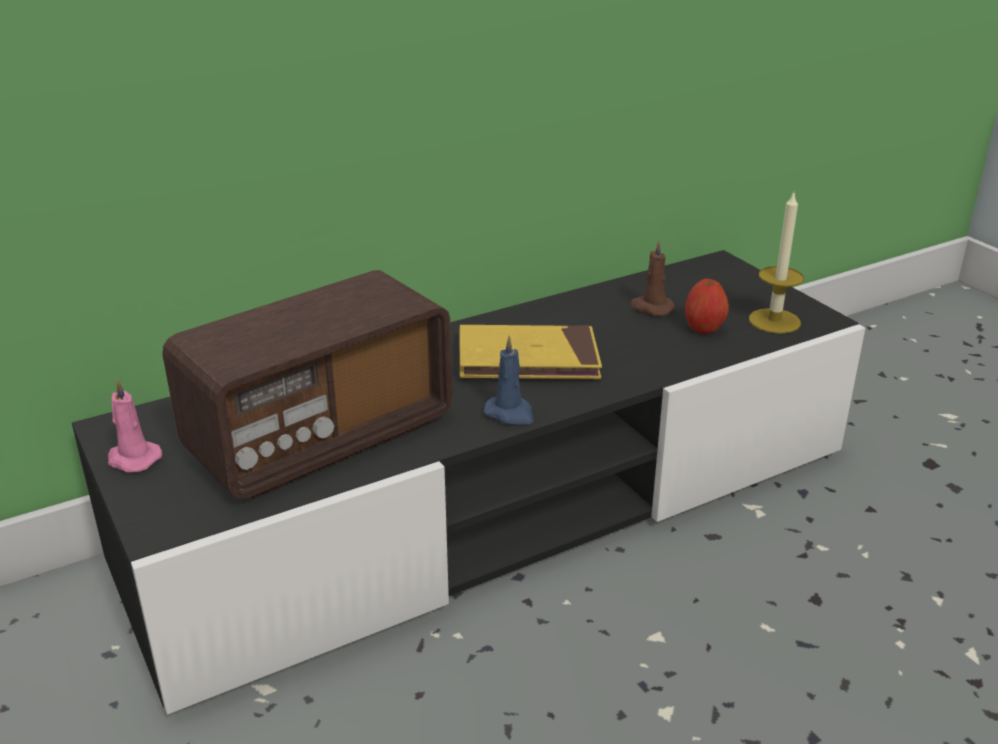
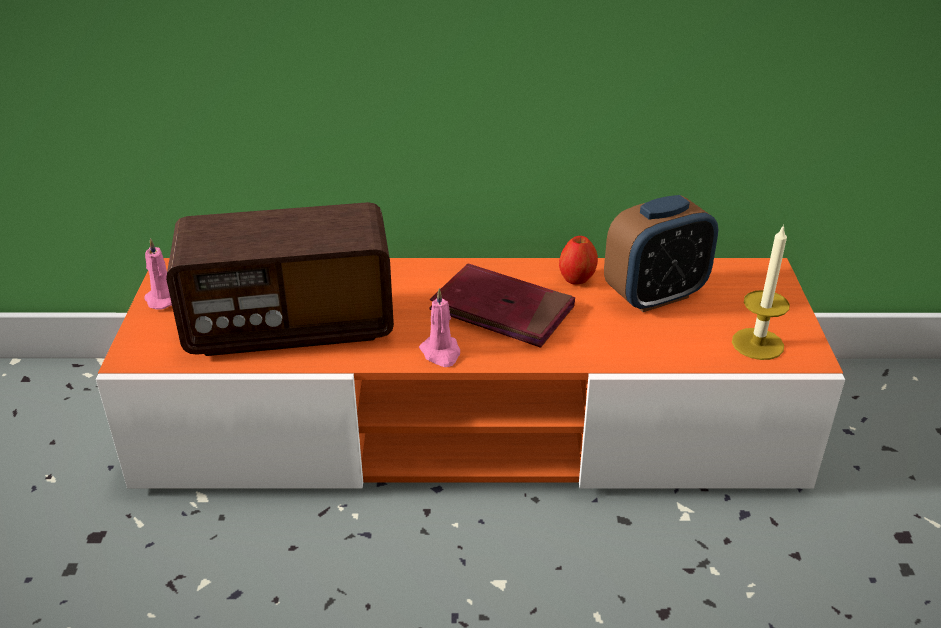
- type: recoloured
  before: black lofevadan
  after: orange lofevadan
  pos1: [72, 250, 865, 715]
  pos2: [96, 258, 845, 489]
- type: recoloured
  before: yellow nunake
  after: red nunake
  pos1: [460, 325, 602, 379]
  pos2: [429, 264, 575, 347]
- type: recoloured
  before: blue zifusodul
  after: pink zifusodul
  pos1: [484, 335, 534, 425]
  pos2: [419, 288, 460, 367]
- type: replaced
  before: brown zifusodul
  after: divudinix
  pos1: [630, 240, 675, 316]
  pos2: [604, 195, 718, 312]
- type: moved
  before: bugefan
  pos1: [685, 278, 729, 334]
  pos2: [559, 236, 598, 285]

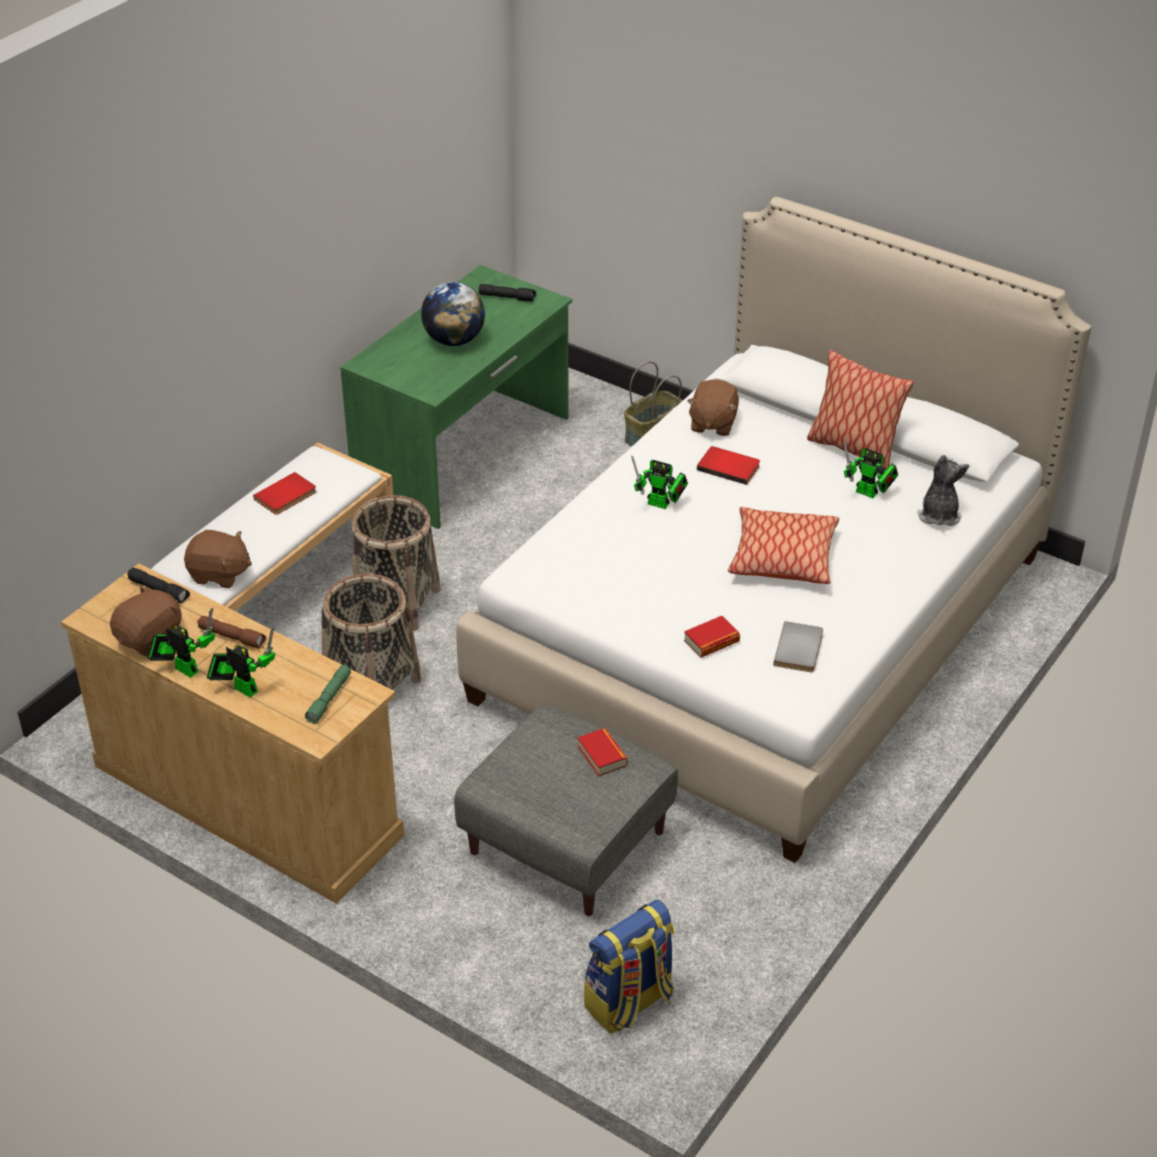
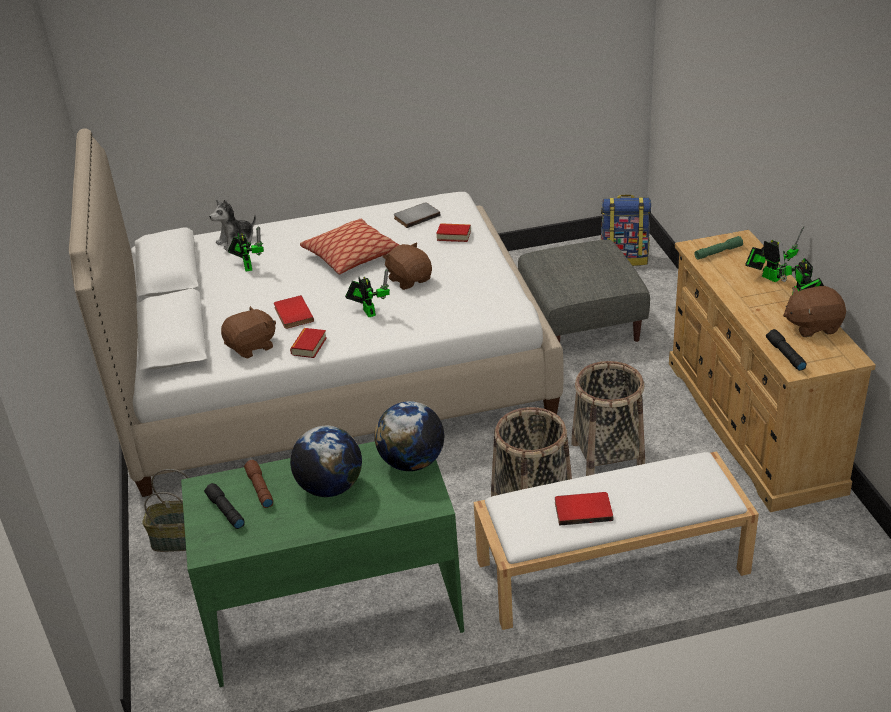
- type: moved
  before: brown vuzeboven
  pos1: [184, 530, 252, 588]
  pos2: [383, 242, 432, 290]
- type: moved
  before: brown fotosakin
  pos1: [197, 616, 266, 649]
  pos2: [244, 460, 273, 508]
- type: turned
  before: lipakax
  pos1: [207, 627, 275, 697]
  pos2: [745, 226, 804, 282]
  turn: 150
- type: moved
  before: nunake
  pos1: [577, 728, 628, 776]
  pos2: [290, 328, 327, 358]
- type: removed
  before: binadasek
  pos1: [807, 350, 913, 470]
- type: added
  after: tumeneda
  pos2: [374, 401, 444, 471]

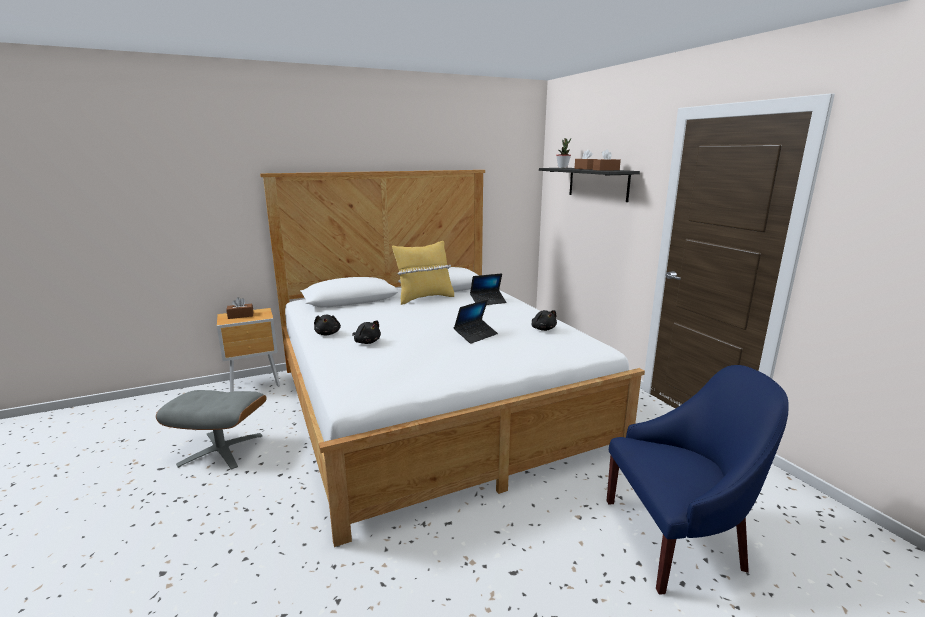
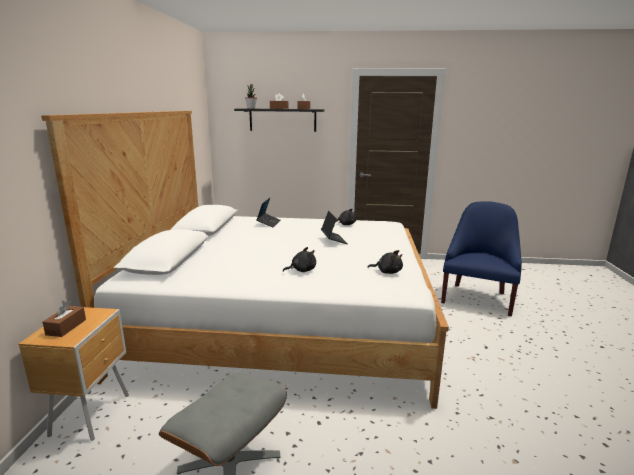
- type: moved
  before: black vuzeboven
  pos1: [314, 315, 341, 336]
  pos2: [368, 250, 403, 274]
- type: removed
  before: yellow binadasek
  pos1: [392, 241, 454, 305]

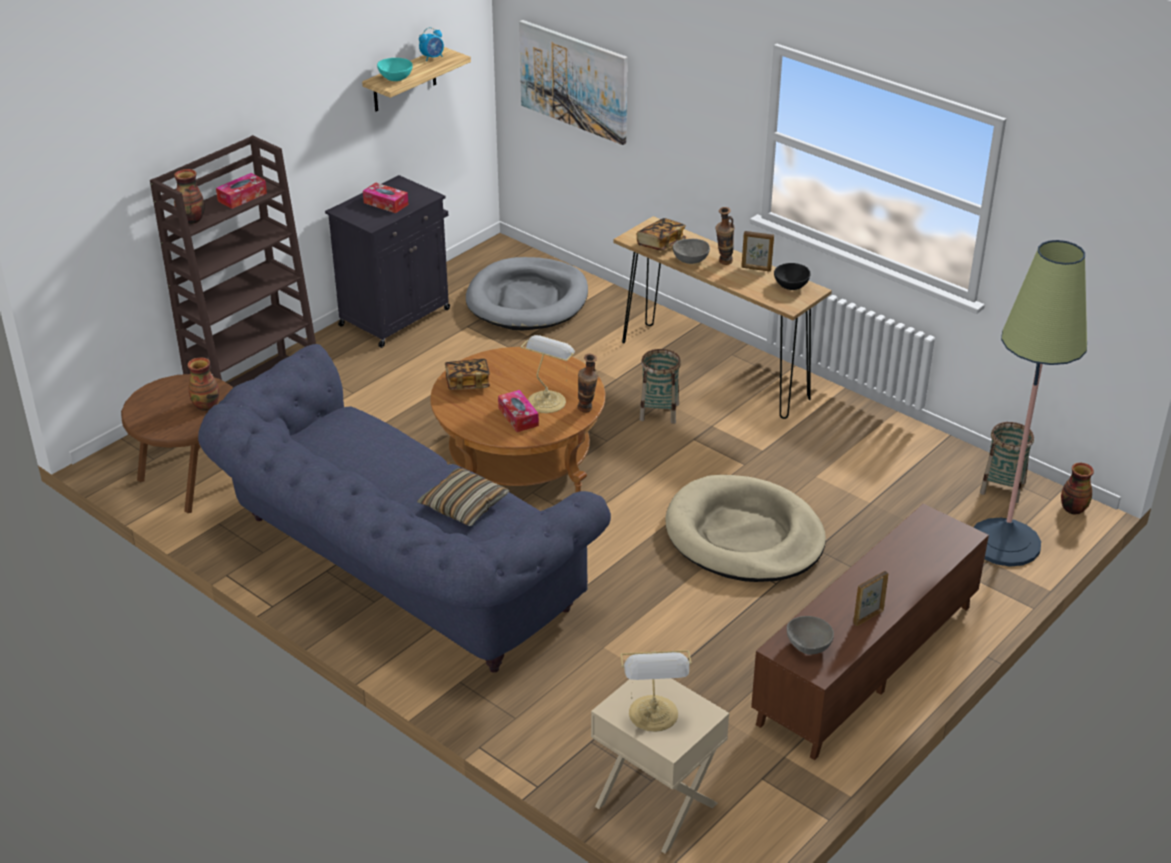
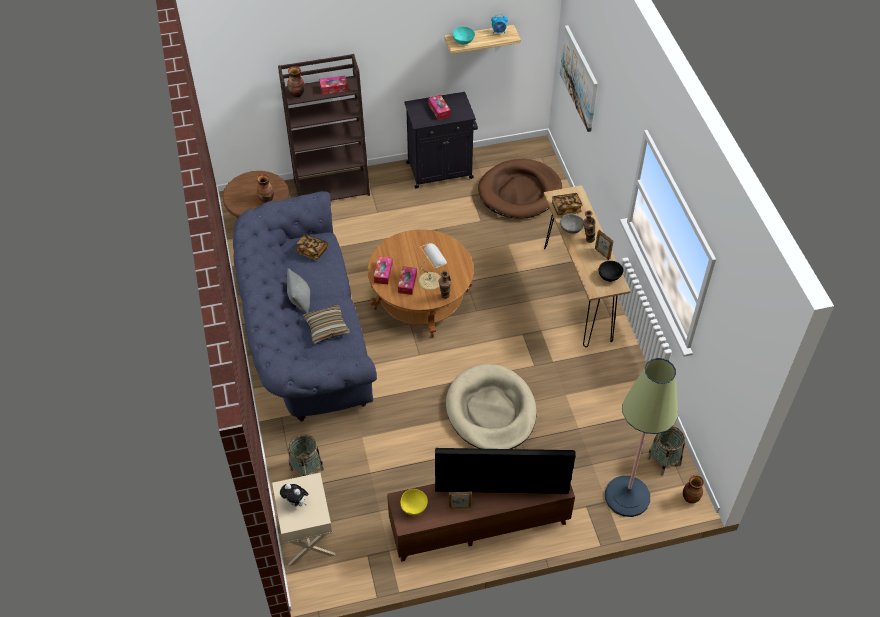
- type: moved
  before: nunake
  pos1: [445, 359, 490, 390]
  pos2: [295, 234, 328, 260]
- type: recoloured
  before: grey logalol
  after: brown logalol
  pos1: [466, 257, 588, 331]
  pos2: [478, 159, 562, 219]
- type: replaced
  before: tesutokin
  after: vuzeboven
  pos1: [620, 650, 692, 732]
  pos2: [280, 484, 308, 507]
- type: moved
  before: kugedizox
  pos1: [639, 349, 681, 424]
  pos2: [288, 434, 324, 476]
- type: recoloured
  before: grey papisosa
  after: yellow papisosa
  pos1: [787, 616, 834, 655]
  pos2: [400, 489, 428, 515]
- type: added
  after: grey binadasek
  pos2: [287, 268, 310, 313]
- type: added
  after: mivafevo
  pos2: [374, 256, 393, 284]
- type: added
  after: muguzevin
  pos2: [435, 448, 575, 494]

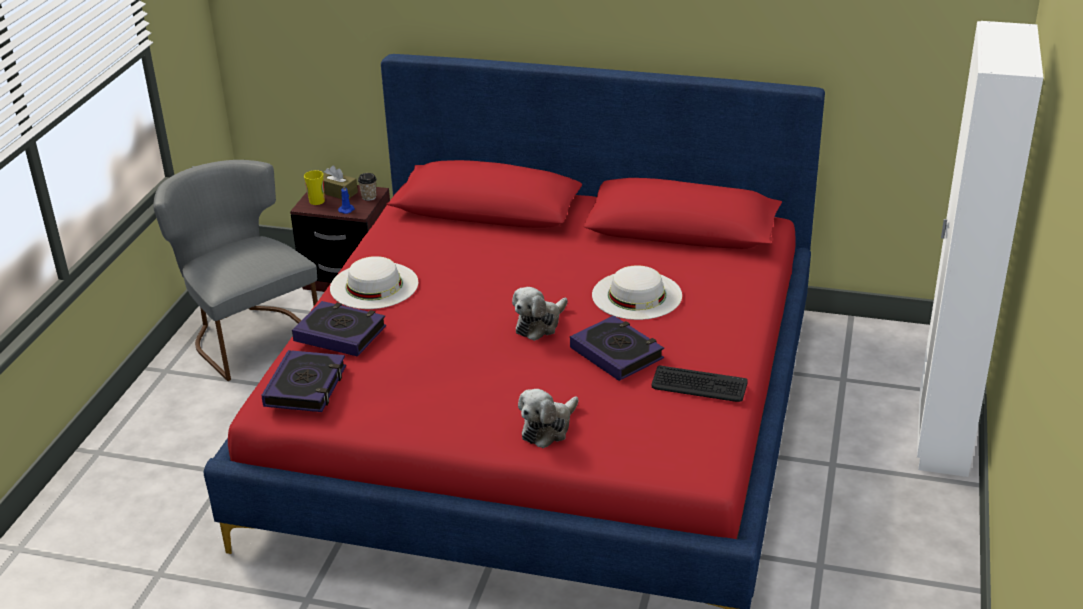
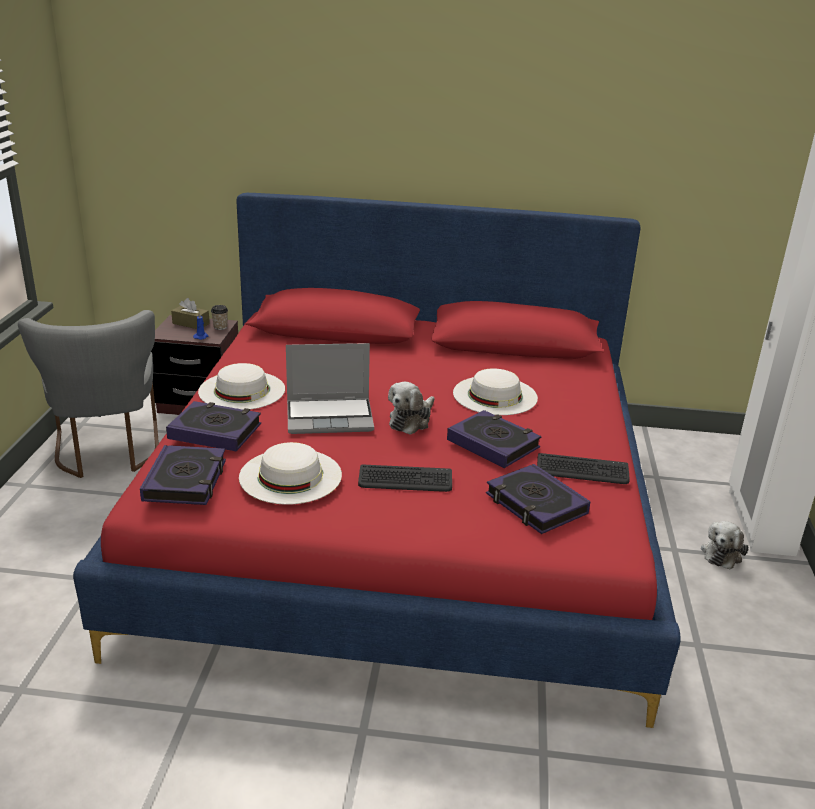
- type: turned
  before: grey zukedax
  pos1: [153, 160, 318, 381]
  pos2: [18, 310, 159, 478]
  turn: -150
- type: removed
  before: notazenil
  pos1: [304, 170, 325, 205]
- type: moved
  before: vuzeboven
  pos1: [518, 389, 578, 448]
  pos2: [701, 521, 749, 570]
- type: added
  after: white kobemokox
  pos2: [239, 442, 342, 505]
- type: added
  after: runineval
  pos2: [286, 343, 374, 434]
- type: added
  after: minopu
  pos2: [358, 465, 452, 492]
- type: added
  after: nunake
  pos2: [486, 464, 590, 534]

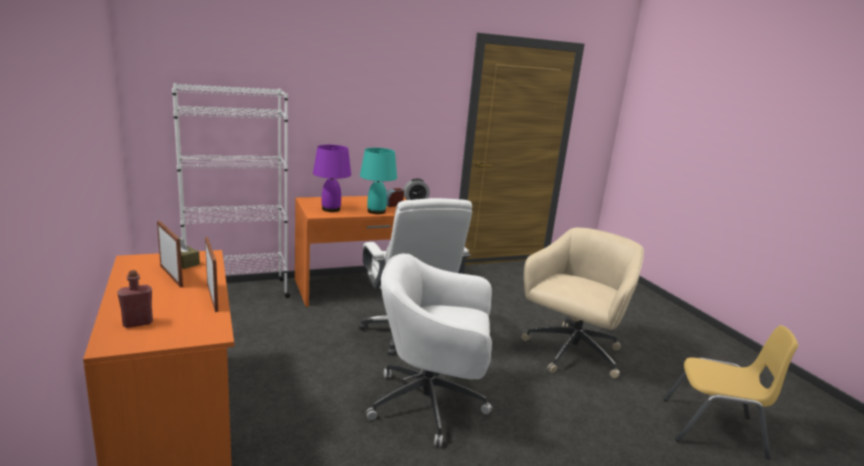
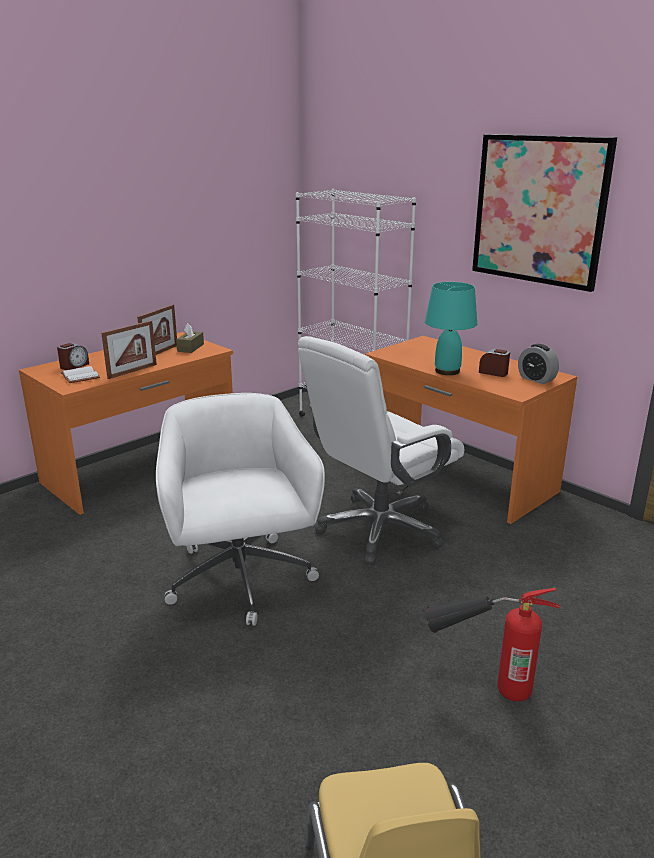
- type: replaced
  before: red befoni
  after: divudinix
  pos1: [117, 270, 153, 328]
  pos2: [57, 343, 89, 370]
- type: removed
  before: purple tesutokin
  pos1: [313, 145, 351, 212]
- type: replaced
  before: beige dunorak
  after: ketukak
  pos1: [521, 228, 644, 378]
  pos2: [425, 588, 559, 702]
- type: added
  after: white nunake
  pos2: [61, 366, 100, 383]
- type: added
  after: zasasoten
  pos2: [472, 134, 617, 292]

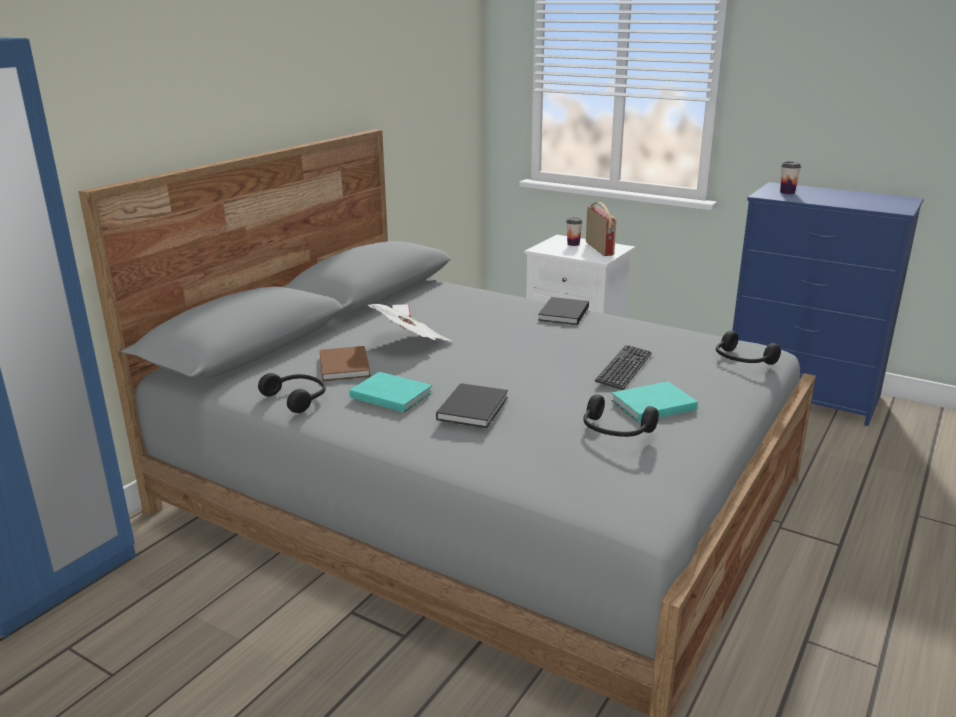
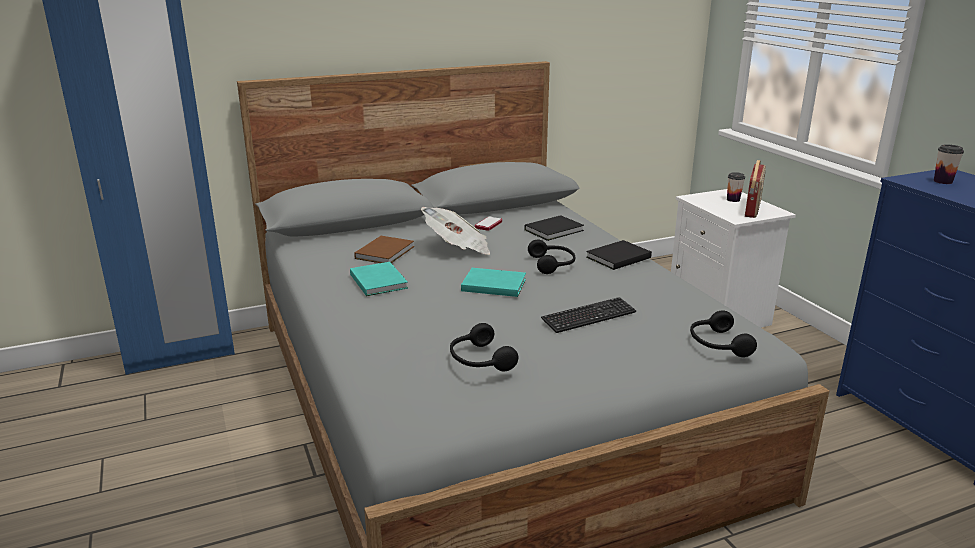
- type: moved
  before: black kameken
  pos1: [258, 373, 326, 413]
  pos2: [528, 240, 575, 274]
- type: moved
  before: black nunake
  pos1: [436, 383, 508, 428]
  pos2: [525, 215, 584, 241]
- type: moved
  before: turquoise nunake
  pos1: [611, 381, 698, 422]
  pos2: [461, 268, 526, 297]

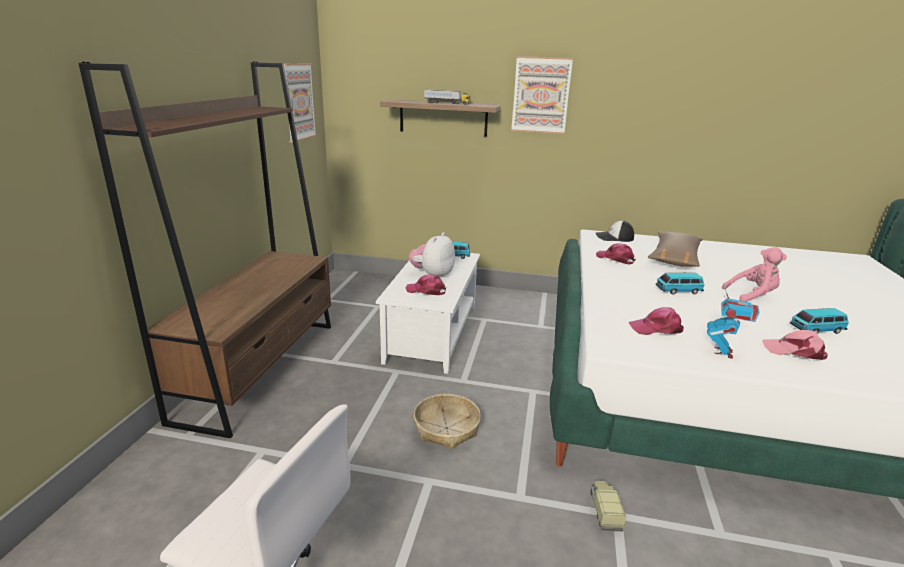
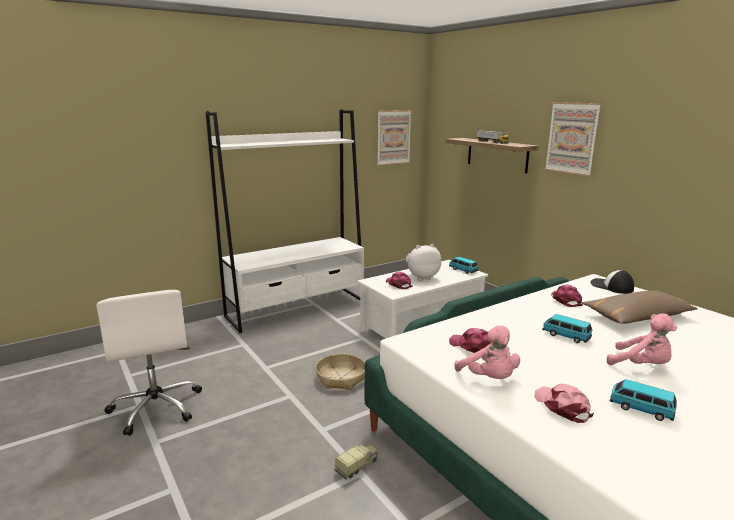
- type: recoloured
  before: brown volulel
  after: white volulel
  pos1: [79, 62, 331, 438]
  pos2: [206, 110, 364, 333]
- type: replaced
  before: lipakax
  after: pink vuzeboven
  pos1: [707, 286, 760, 359]
  pos2: [454, 326, 520, 379]

